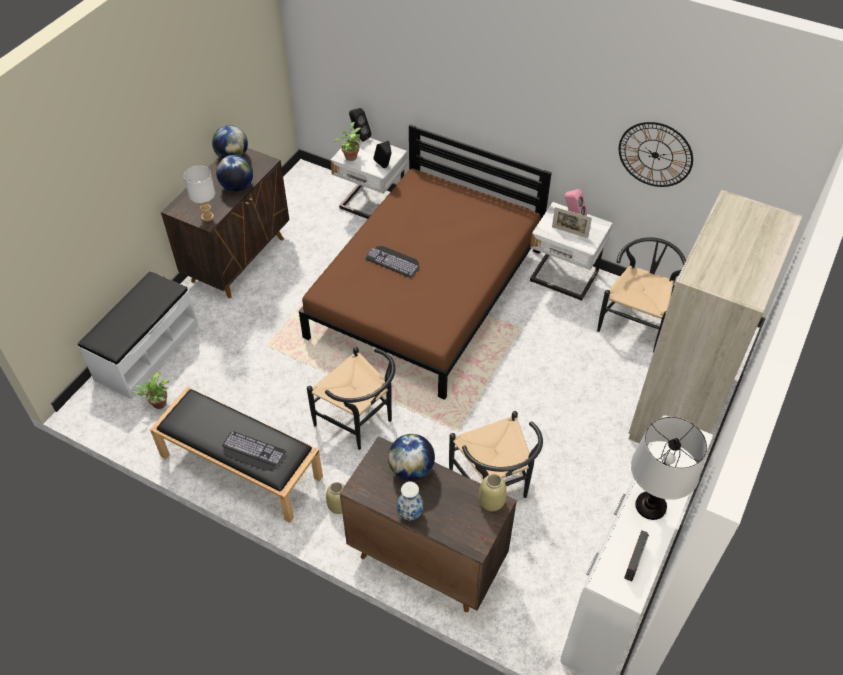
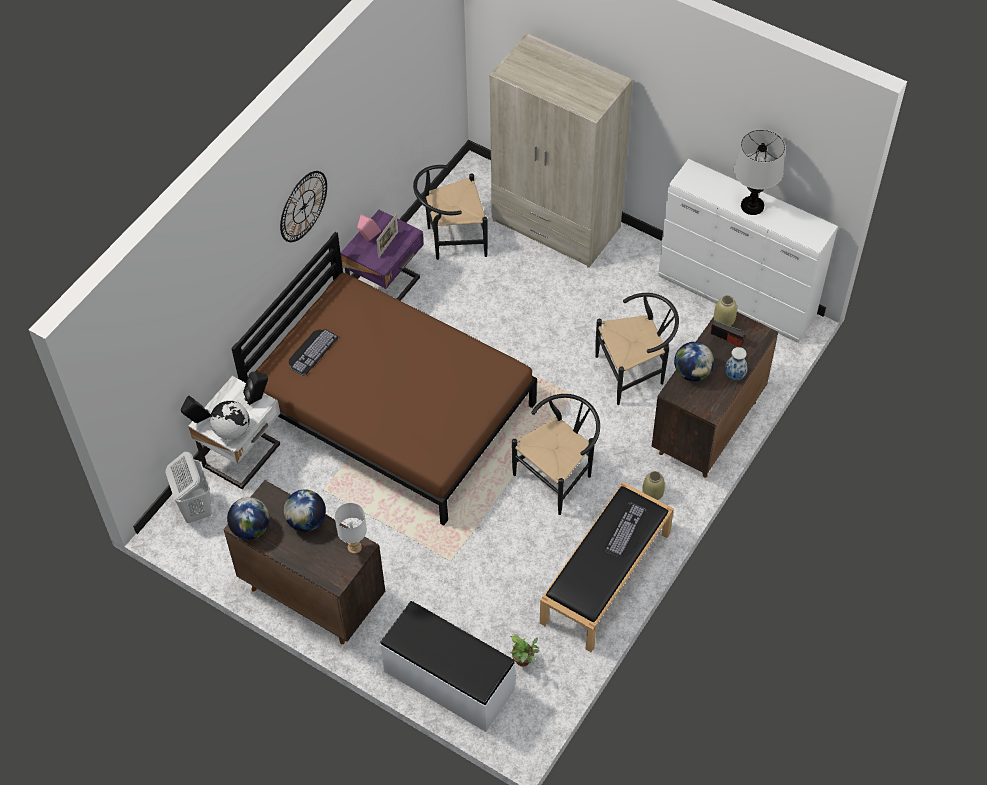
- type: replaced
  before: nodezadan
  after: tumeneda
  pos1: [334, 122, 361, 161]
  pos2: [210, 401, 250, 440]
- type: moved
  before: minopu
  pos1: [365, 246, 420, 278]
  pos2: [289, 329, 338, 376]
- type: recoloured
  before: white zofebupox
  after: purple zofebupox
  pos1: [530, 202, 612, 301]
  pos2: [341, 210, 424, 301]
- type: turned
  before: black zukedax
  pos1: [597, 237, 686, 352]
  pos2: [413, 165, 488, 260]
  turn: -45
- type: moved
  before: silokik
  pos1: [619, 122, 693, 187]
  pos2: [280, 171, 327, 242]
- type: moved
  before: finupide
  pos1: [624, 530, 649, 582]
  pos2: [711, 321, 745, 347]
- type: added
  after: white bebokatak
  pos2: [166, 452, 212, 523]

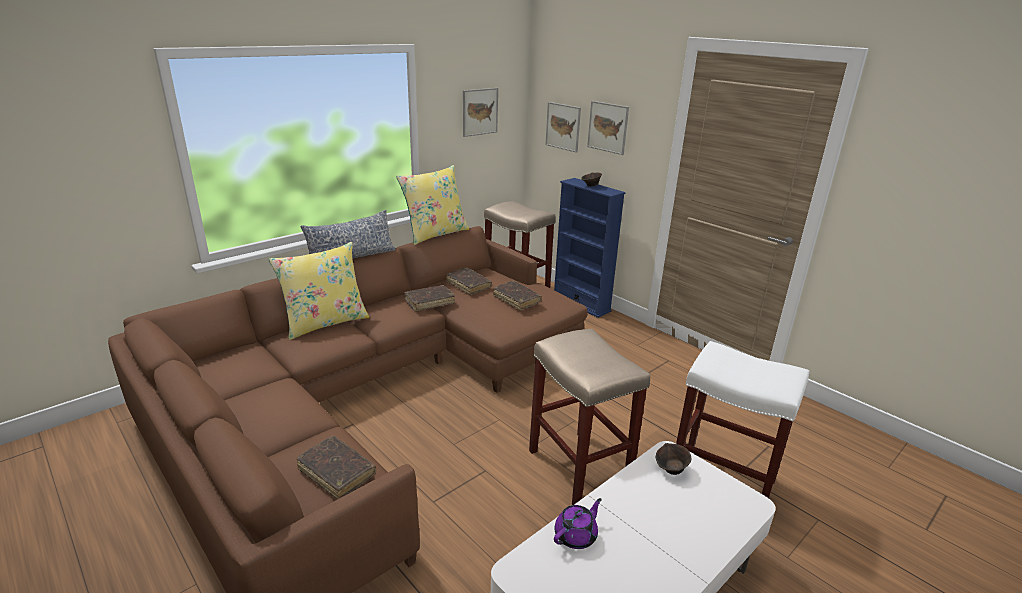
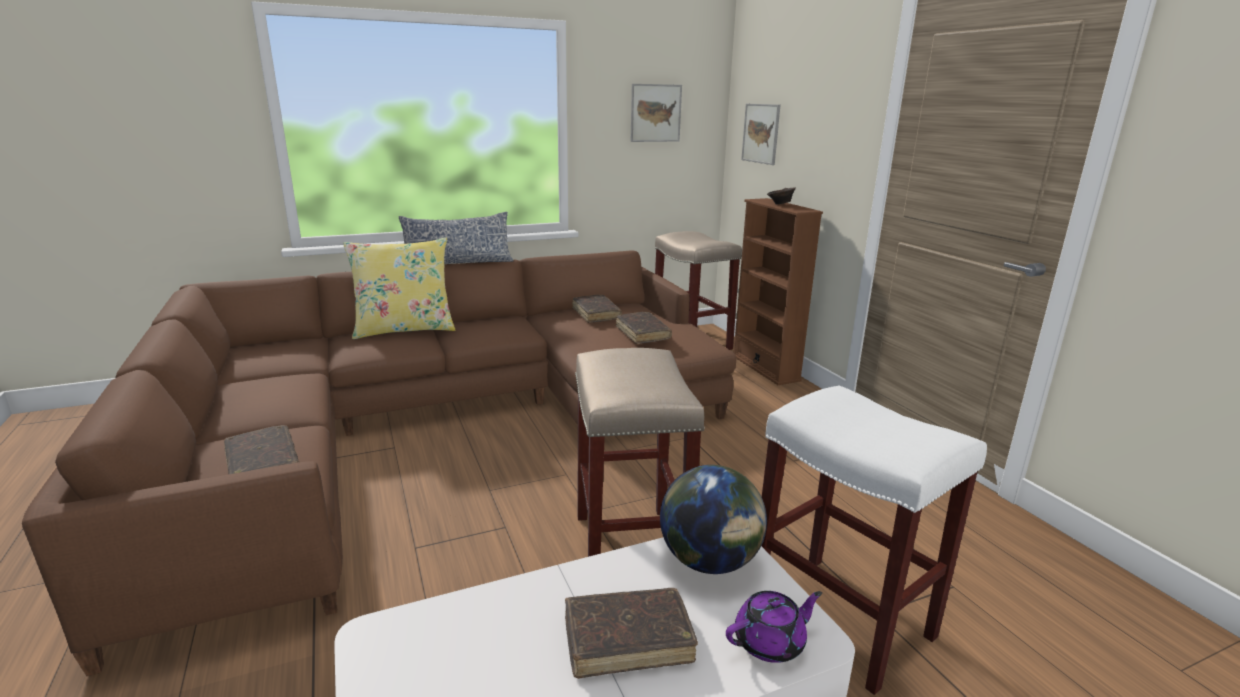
- type: removed
  before: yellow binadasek
  pos1: [396, 165, 469, 245]
- type: moved
  before: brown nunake
  pos1: [404, 285, 455, 312]
  pos2: [565, 588, 698, 679]
- type: recoloured
  before: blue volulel
  after: brown volulel
  pos1: [554, 178, 626, 318]
  pos2: [734, 198, 823, 385]
- type: moved
  before: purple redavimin
  pos1: [554, 498, 602, 549]
  pos2: [726, 591, 822, 663]
- type: removed
  before: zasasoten
  pos1: [587, 101, 629, 155]
- type: replaced
  before: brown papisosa
  after: tumeneda
  pos1: [656, 443, 691, 475]
  pos2: [660, 465, 767, 574]

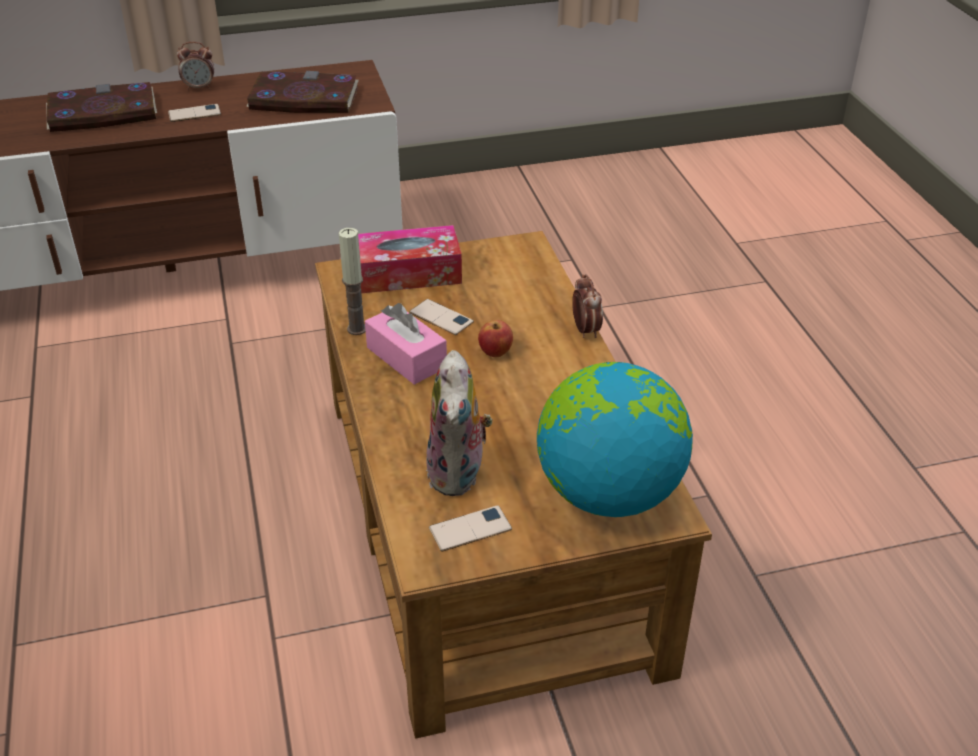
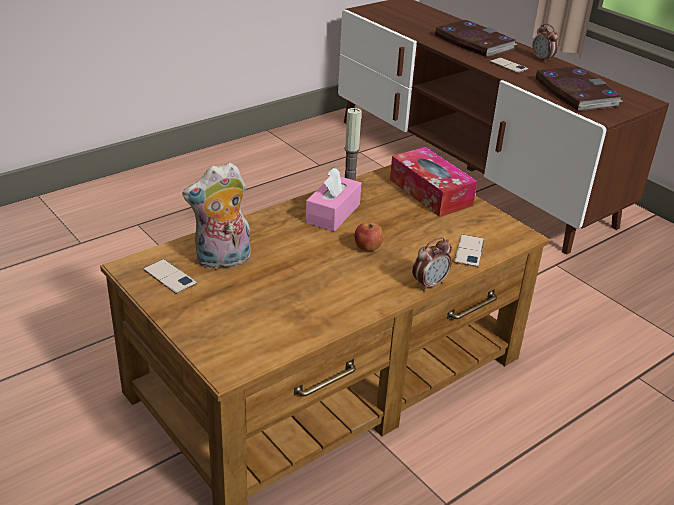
- type: moved
  before: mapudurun
  pos1: [409, 299, 474, 335]
  pos2: [454, 234, 485, 267]
- type: removed
  before: tumeneda
  pos1: [537, 362, 693, 517]

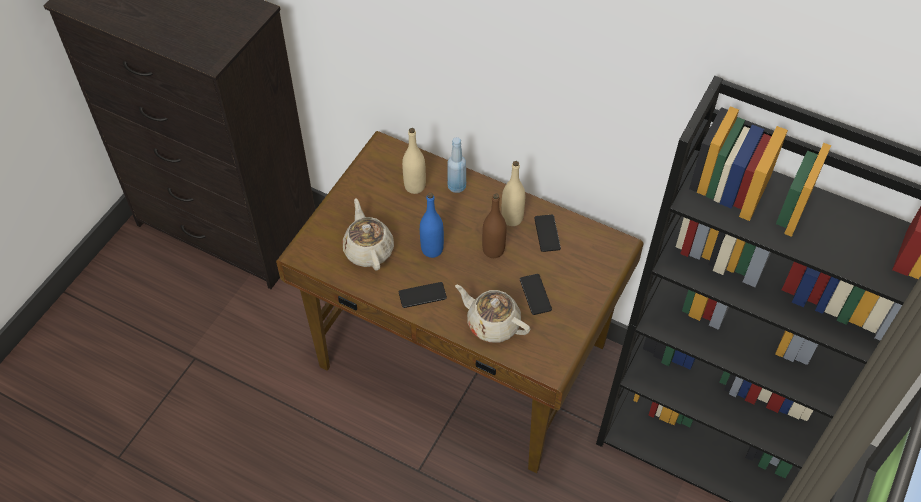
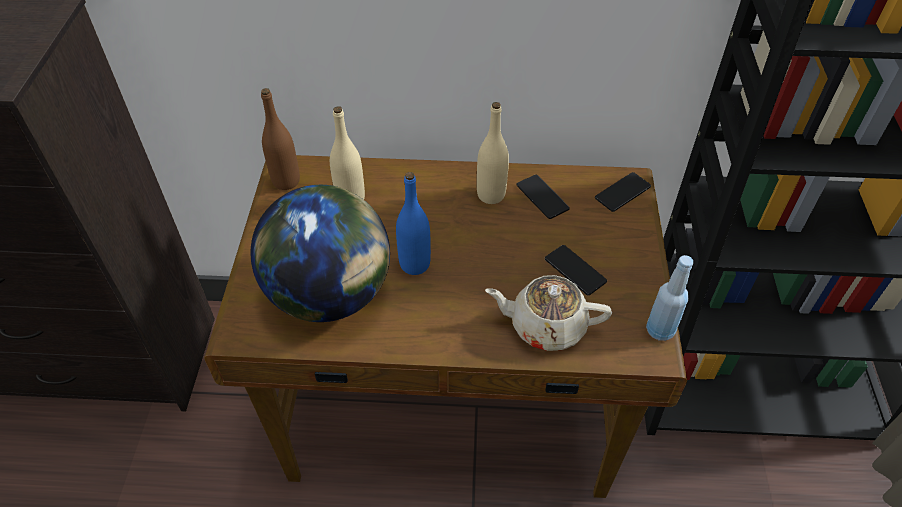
- type: replaced
  before: beige redavimin
  after: tumeneda
  pos1: [342, 198, 394, 270]
  pos2: [251, 185, 390, 322]
- type: moved
  before: mapudurun
  pos1: [399, 282, 447, 308]
  pos2: [595, 172, 651, 212]
- type: moved
  before: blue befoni
  pos1: [447, 137, 466, 193]
  pos2: [646, 255, 693, 341]
- type: moved
  before: brown befoni
  pos1: [482, 193, 506, 258]
  pos2: [261, 88, 300, 190]

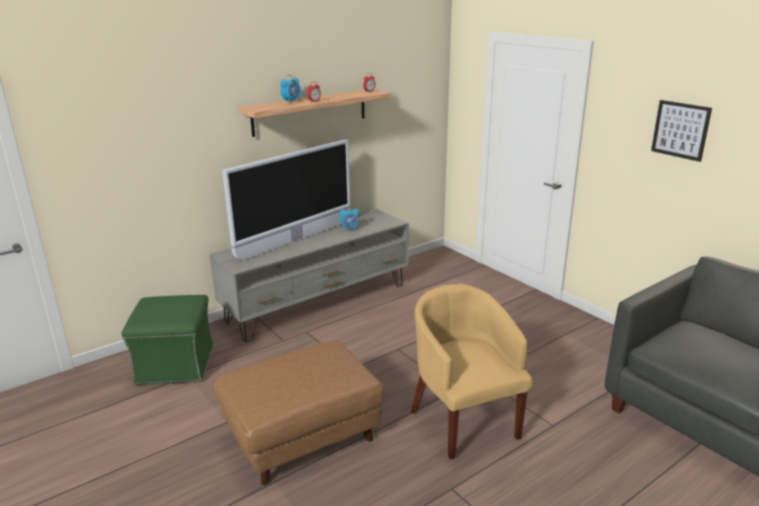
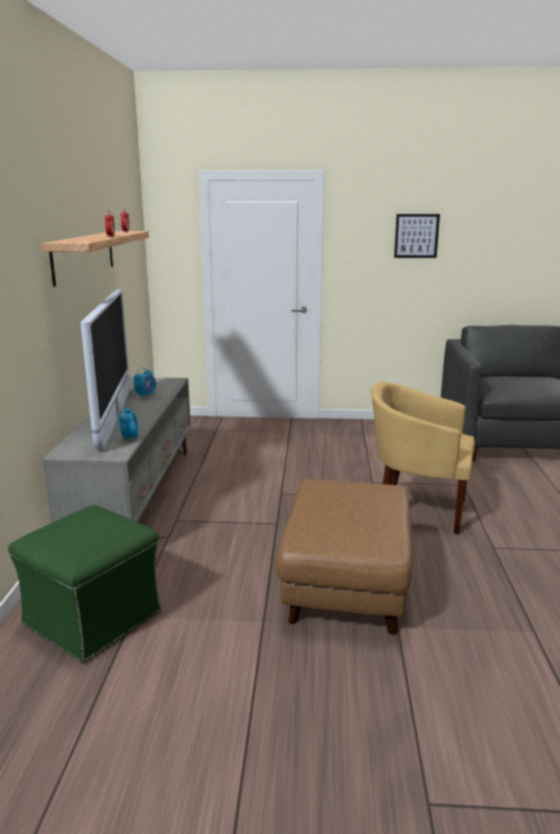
- type: moved
  before: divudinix
  pos1: [280, 75, 301, 103]
  pos2: [119, 406, 139, 443]

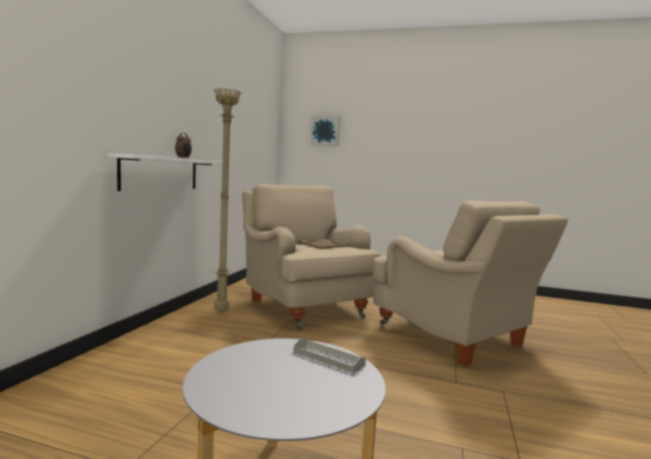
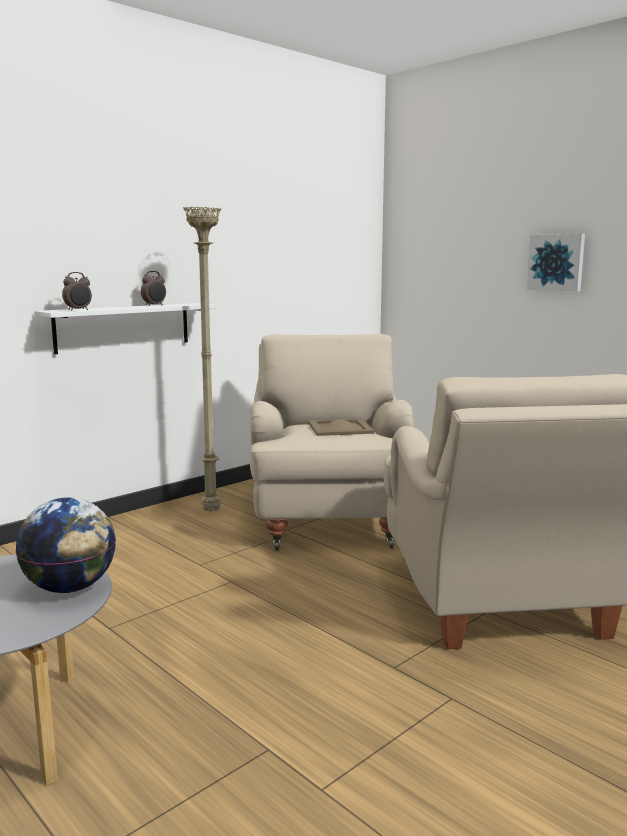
- type: replaced
  before: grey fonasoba
  after: tumeneda
  pos1: [294, 338, 366, 374]
  pos2: [16, 497, 116, 593]
- type: moved
  before: zasasoten
  pos1: [310, 115, 340, 146]
  pos2: [527, 234, 585, 291]
- type: added
  after: divudinix
  pos2: [62, 272, 92, 311]

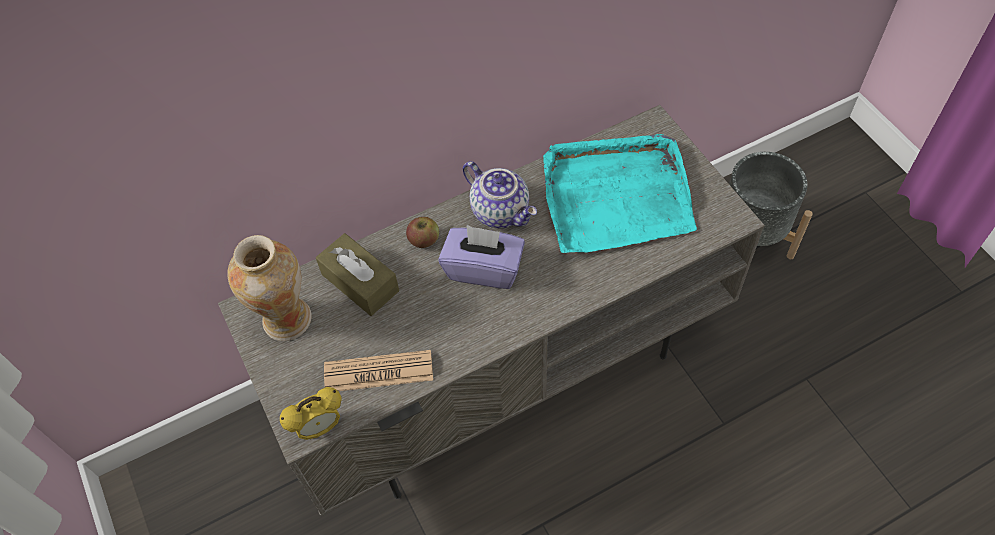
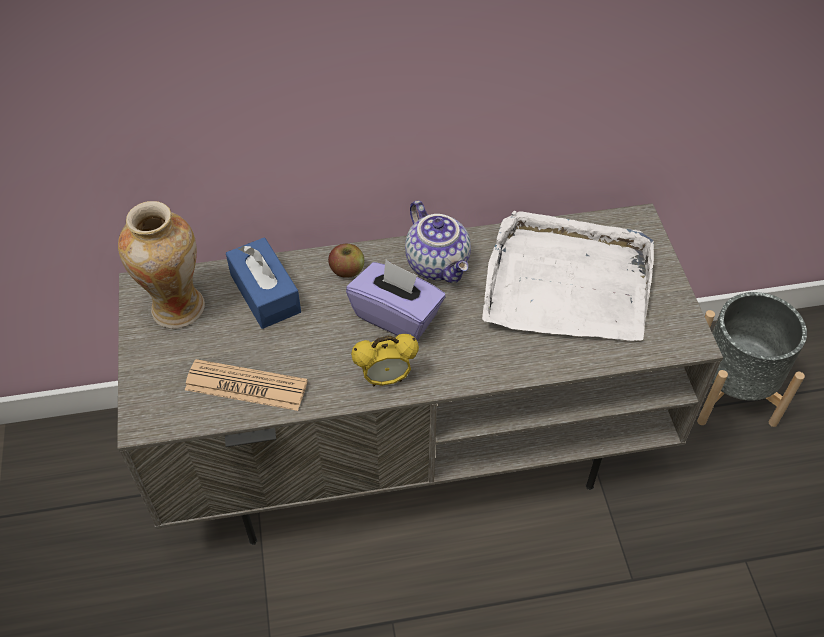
- type: moved
  before: divudinix
  pos1: [280, 387, 342, 440]
  pos2: [351, 334, 419, 386]
- type: recoloured
  before: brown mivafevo
  after: blue mivafevo
  pos1: [316, 233, 399, 316]
  pos2: [226, 237, 301, 329]
- type: recoloured
  before: turquoise fonasoba
  after: white fonasoba
  pos1: [543, 134, 697, 253]
  pos2: [482, 211, 654, 341]

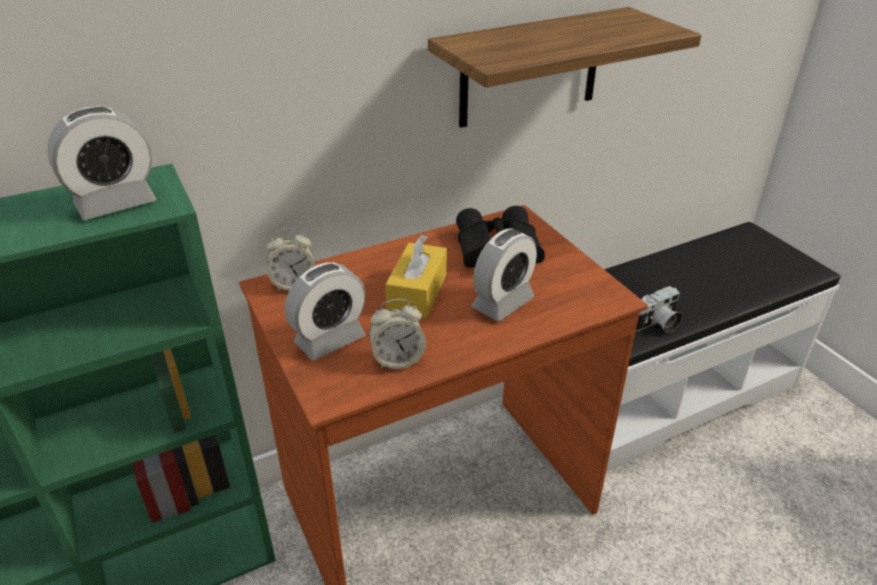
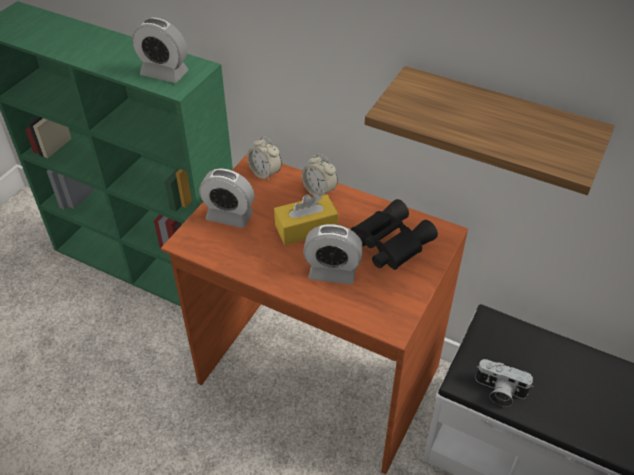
- type: moved
  before: divudinix
  pos1: [369, 299, 426, 369]
  pos2: [302, 154, 338, 196]

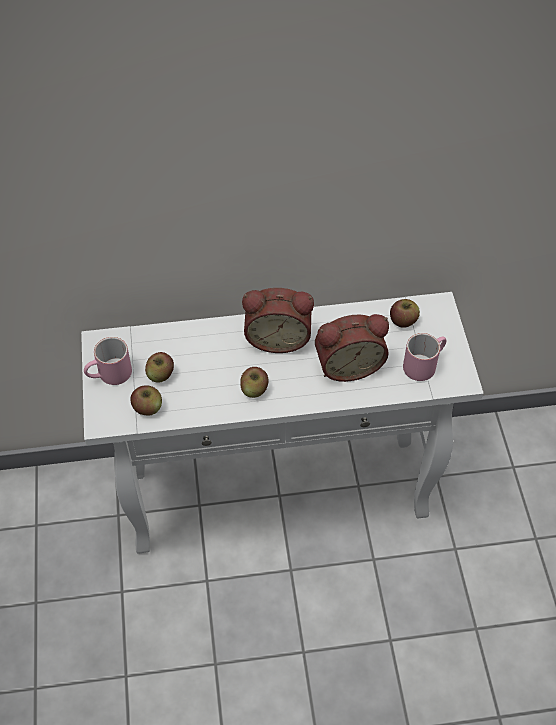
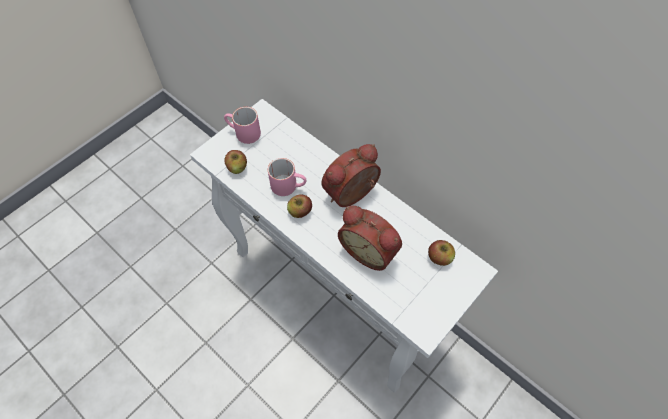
- type: removed
  before: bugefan
  pos1: [145, 352, 174, 383]
- type: turned
  before: divudinix
  pos1: [242, 288, 314, 353]
  pos2: [321, 144, 381, 207]
  turn: 90
- type: moved
  before: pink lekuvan
  pos1: [403, 333, 447, 381]
  pos2: [268, 158, 307, 196]

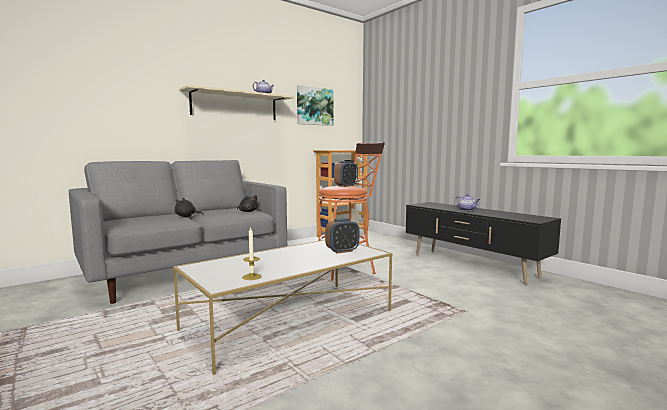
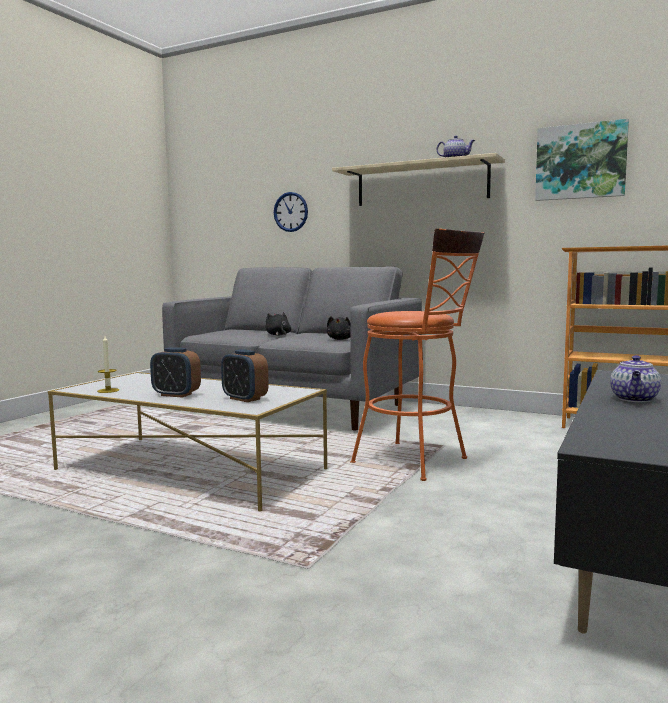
- type: moved
  before: divudinix
  pos1: [334, 161, 358, 187]
  pos2: [150, 347, 201, 398]
- type: added
  after: silokik
  pos2: [274, 192, 308, 232]

